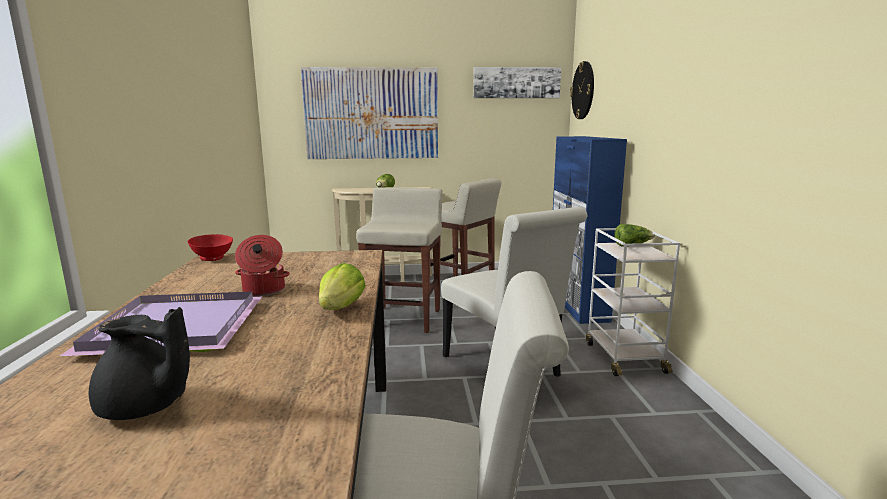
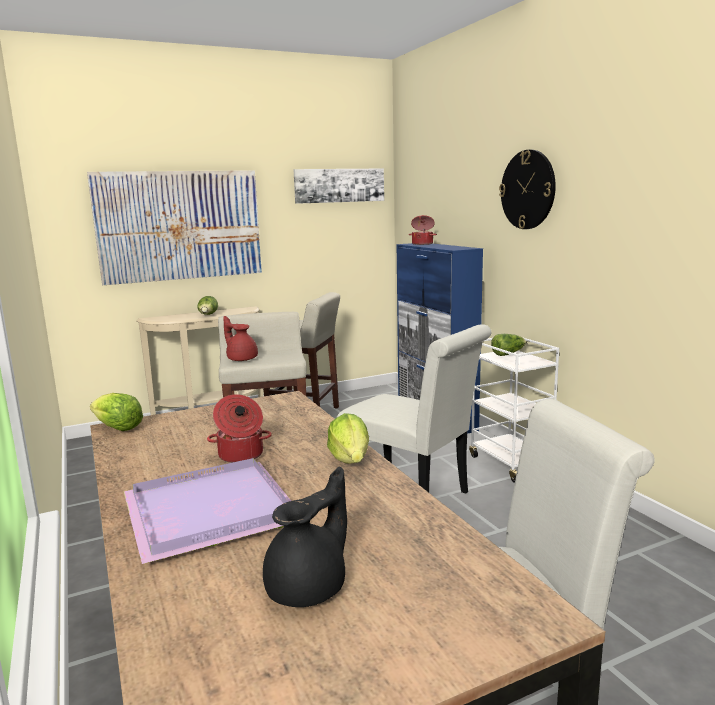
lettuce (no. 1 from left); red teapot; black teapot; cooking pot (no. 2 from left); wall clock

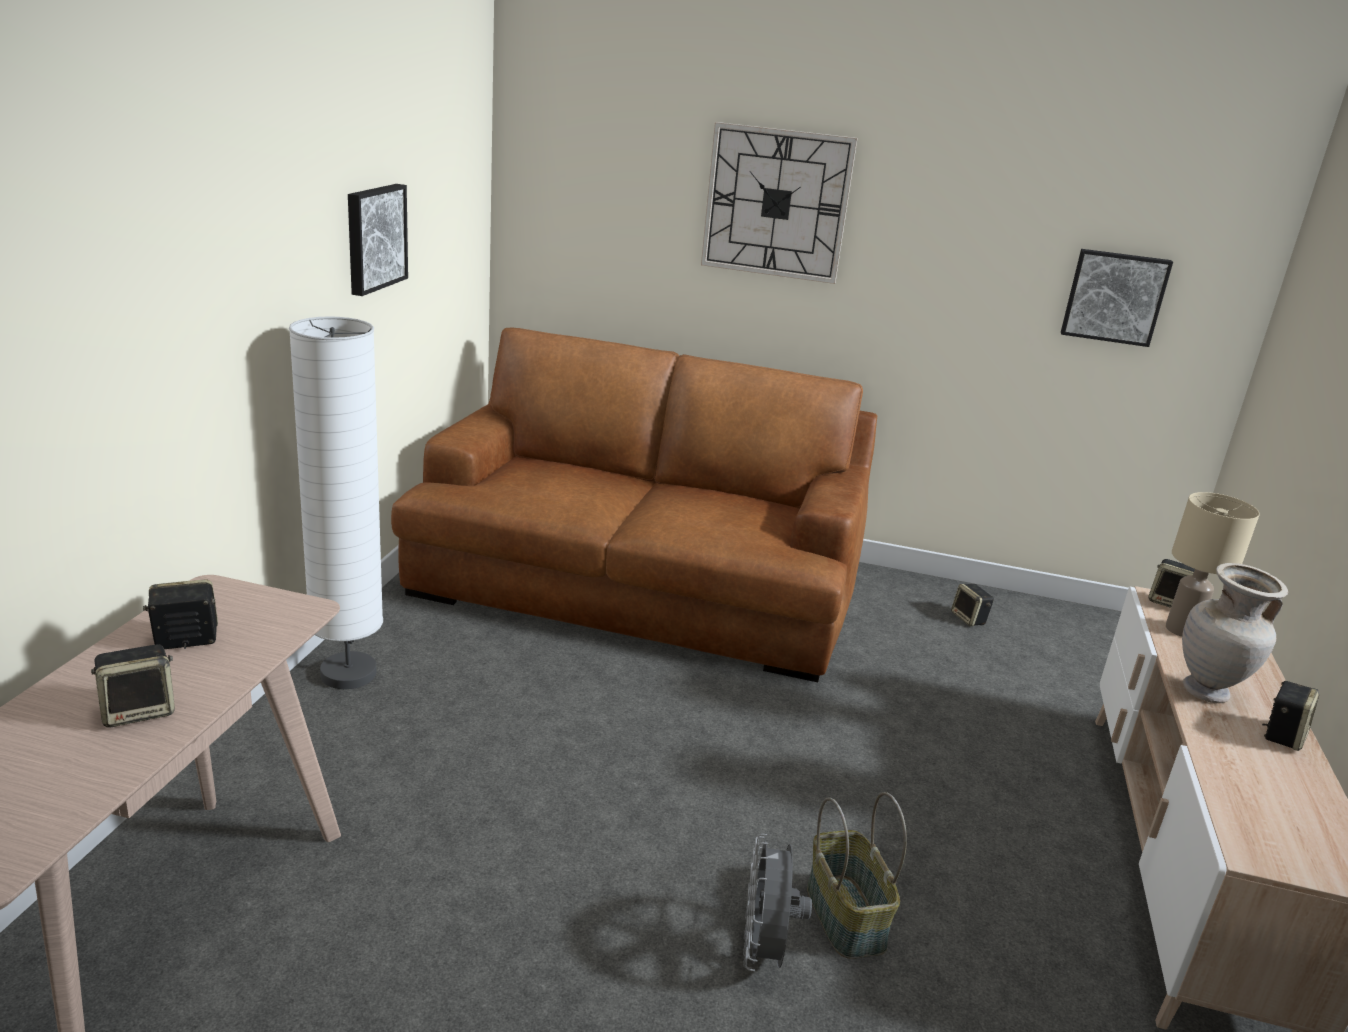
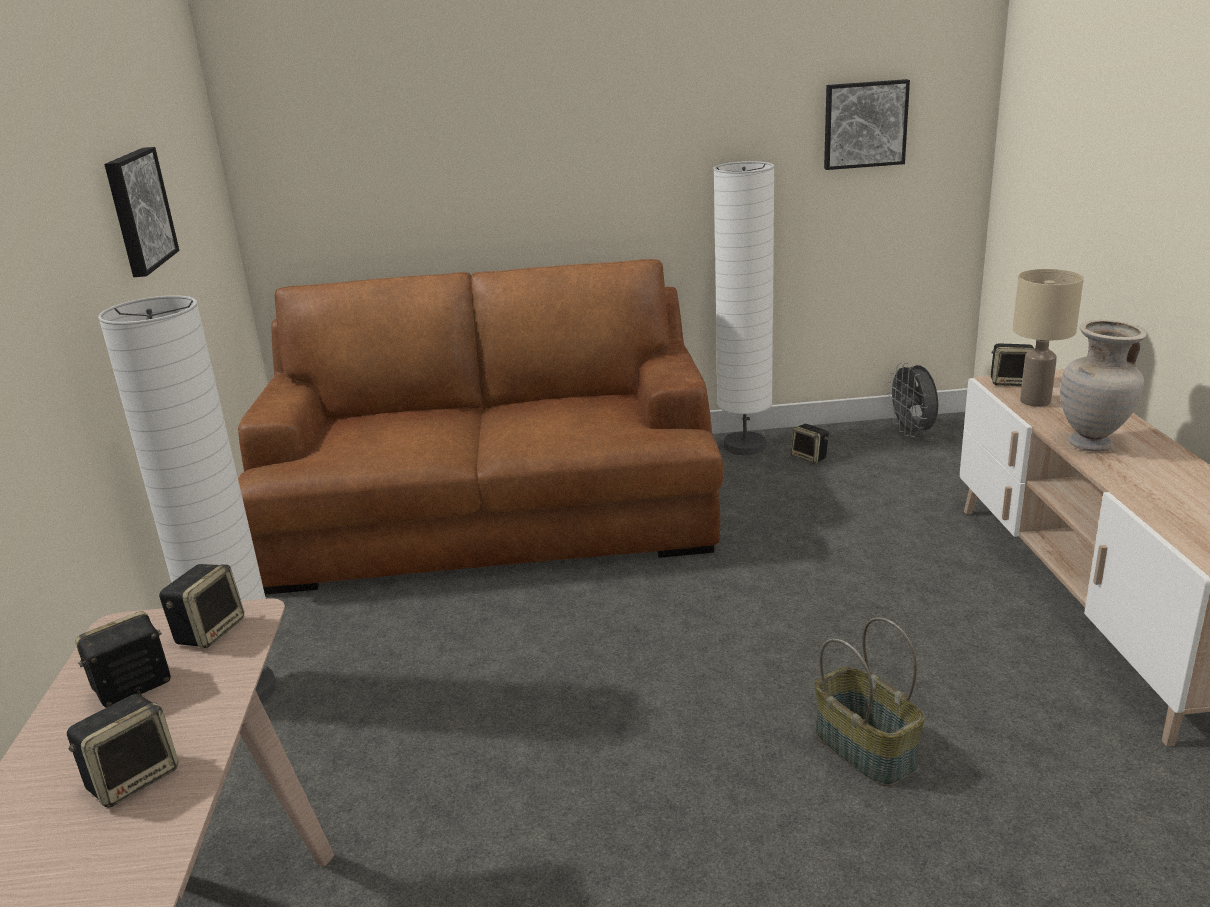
speaker (no. 3 from left); white floor lamp (no. 2 from left); grey fan; wall clock

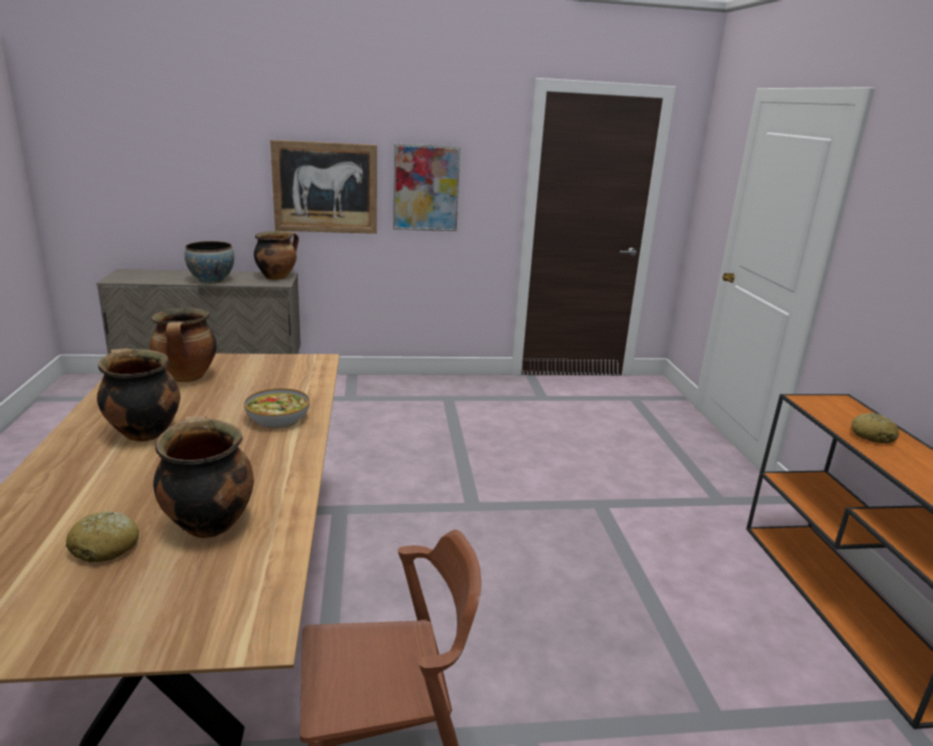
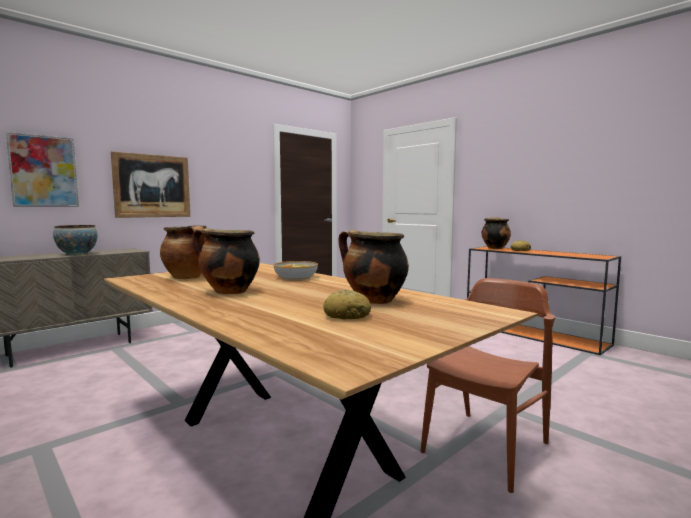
picture (no. 1 from left); cooking pot (no. 4 from left)

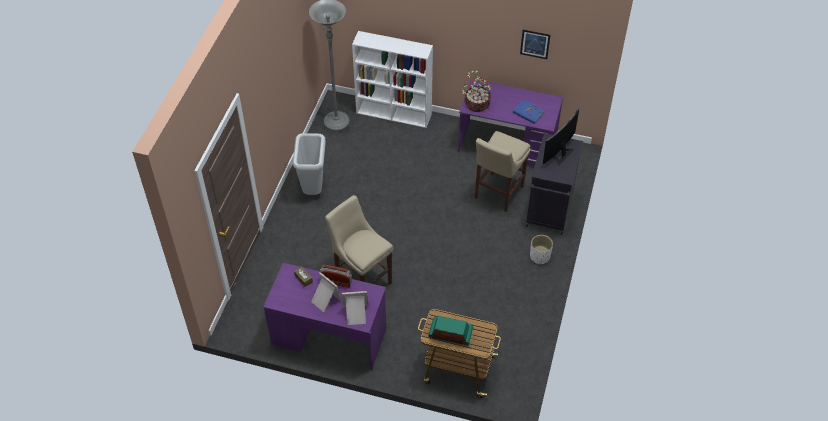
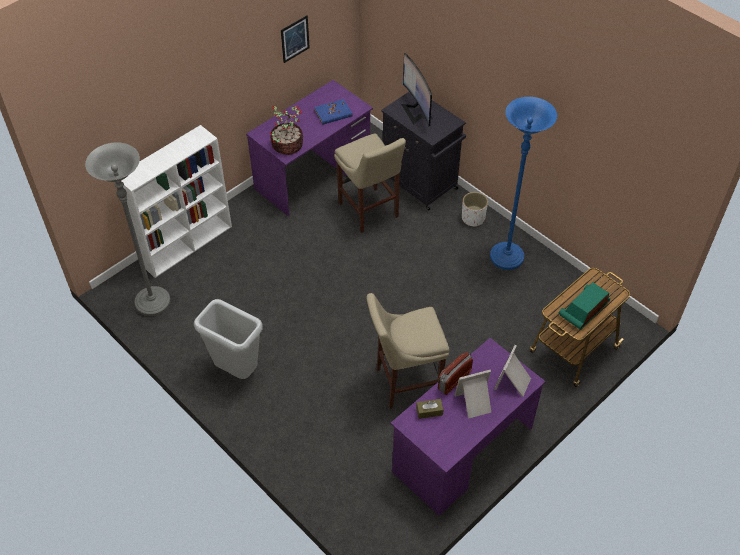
blue floor lamp

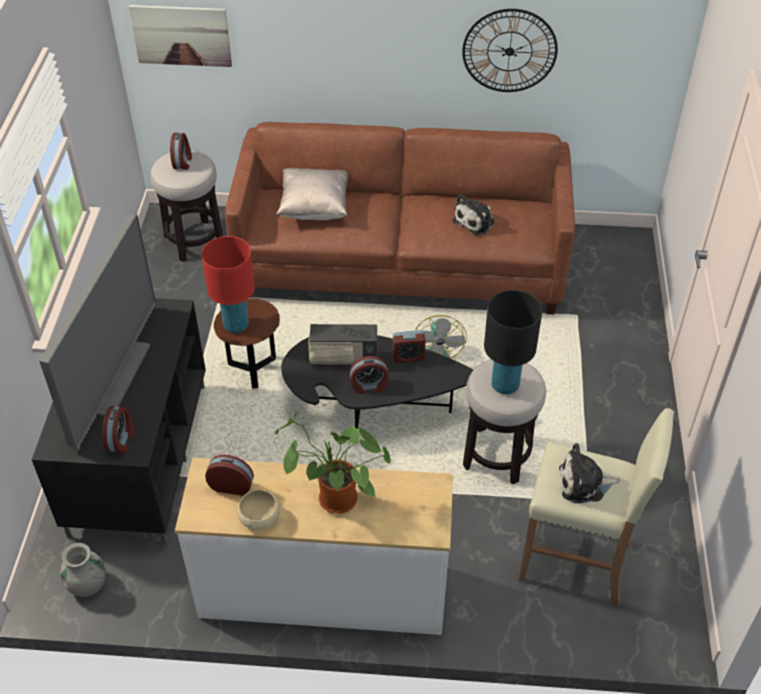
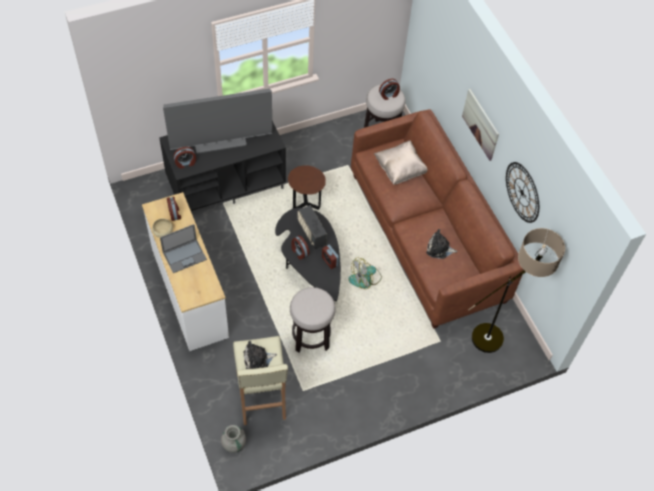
laptop; grey vase; plush toy (no. 1 from left); picture; floor lamp; red table lamp; black table lamp

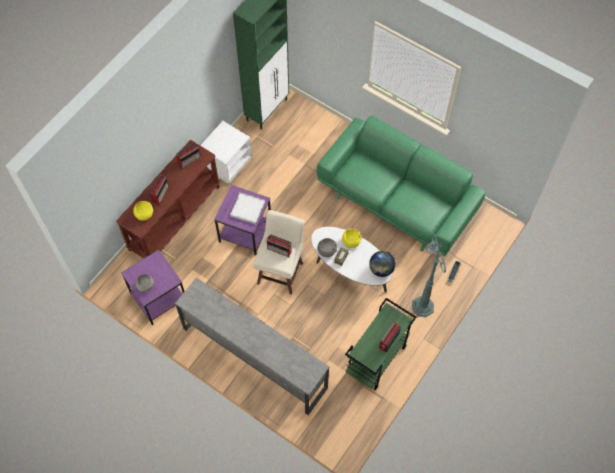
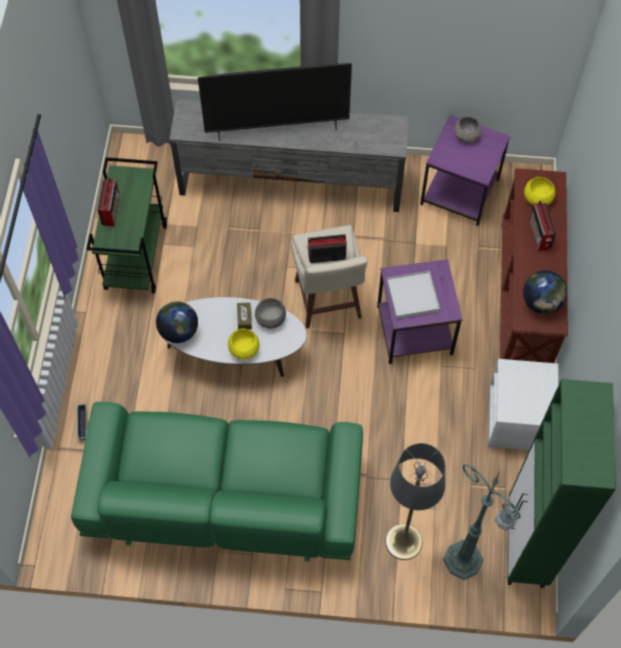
television; grey floor lamp; green floor lamp; globe (no. 2 from left)

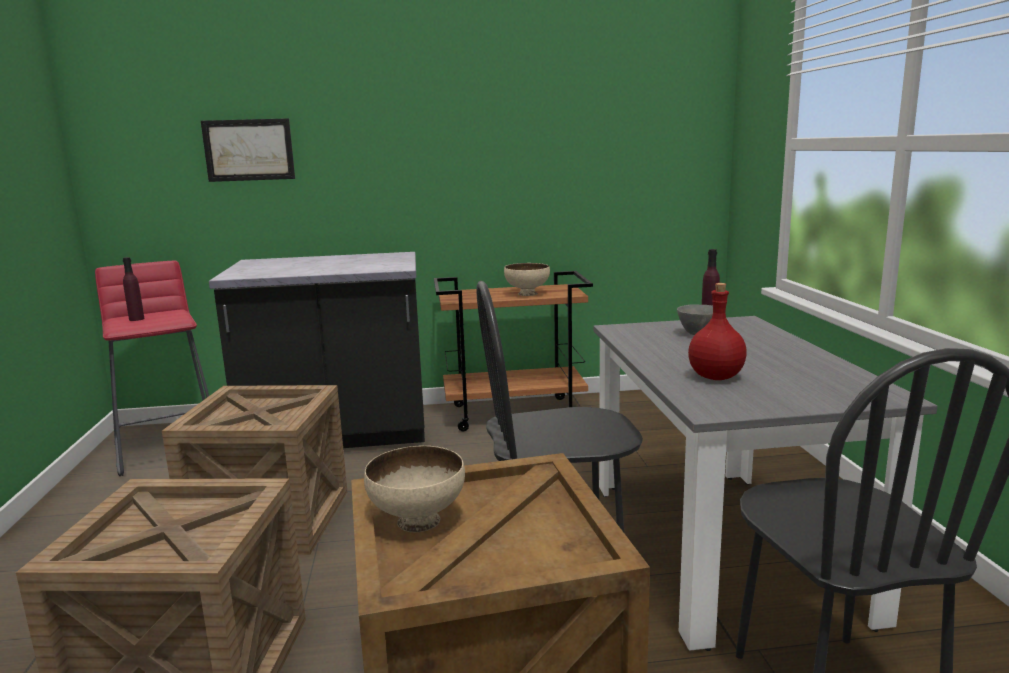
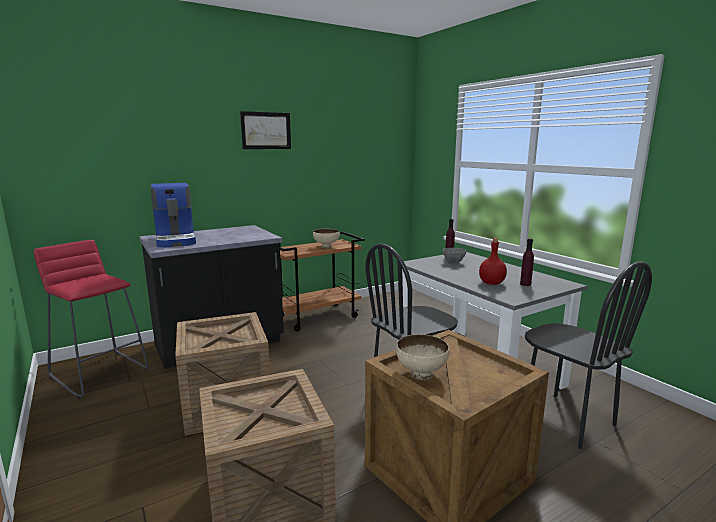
coffee machine; picture; purple bottle (no. 2 from left)

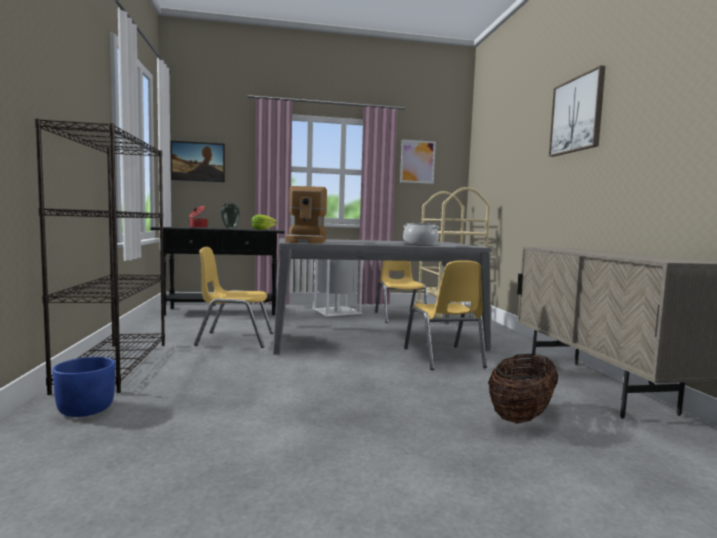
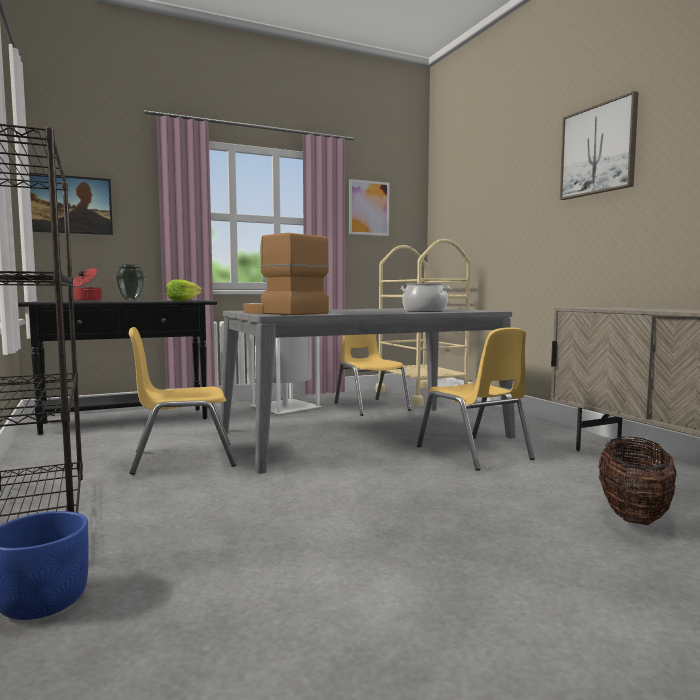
coffee machine

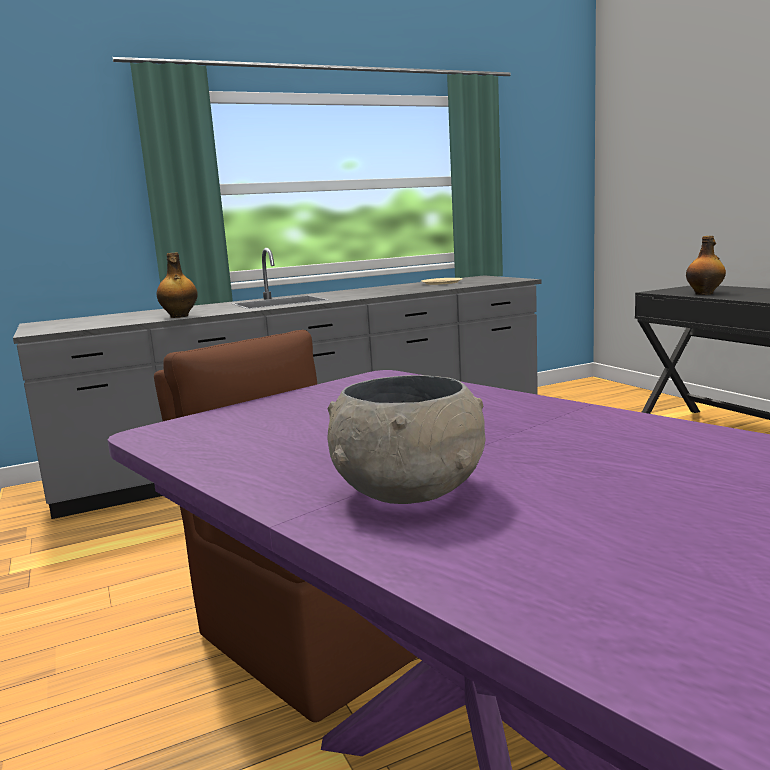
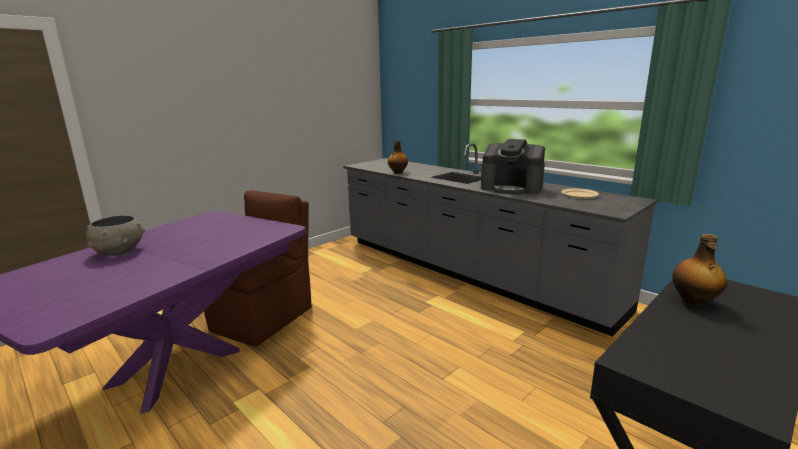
coffee machine

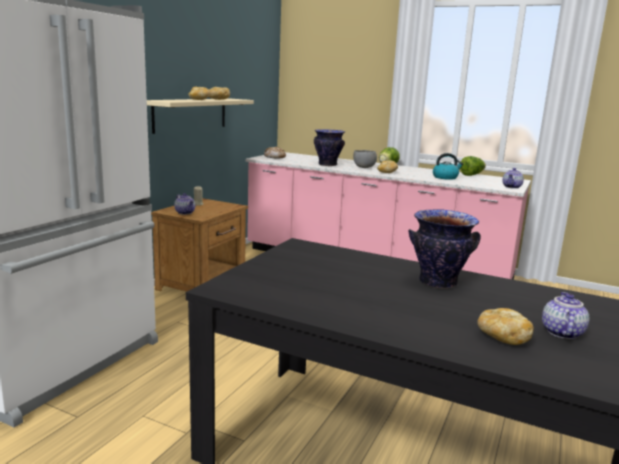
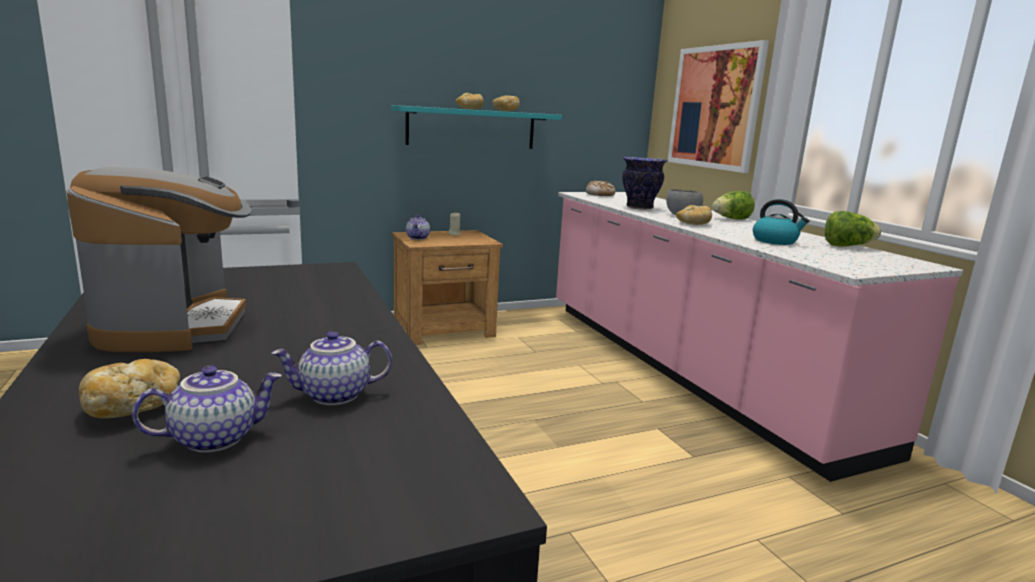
coffee machine; teapot (no. 2 from left); turquoise shelf; picture; vase (no. 2 from left in the first image)

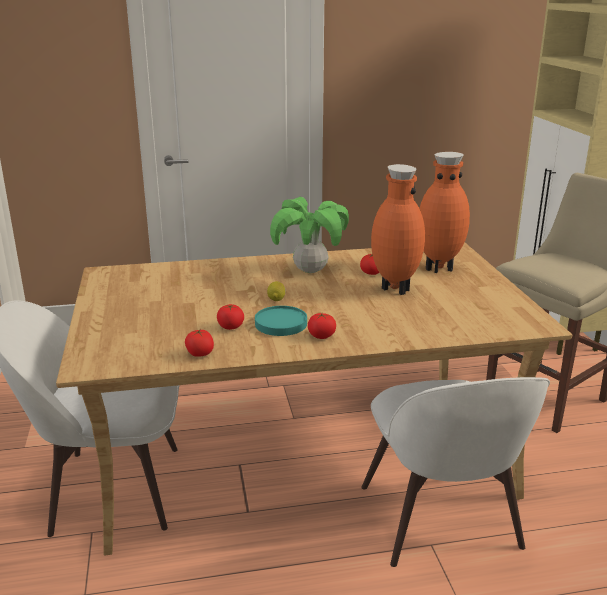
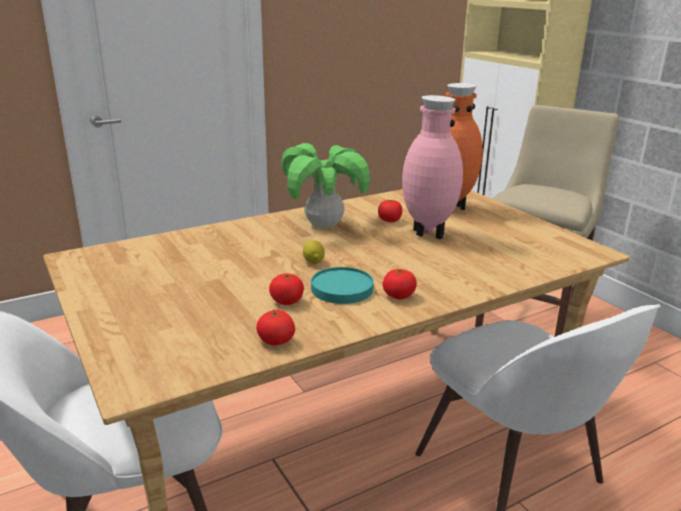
pink vase

